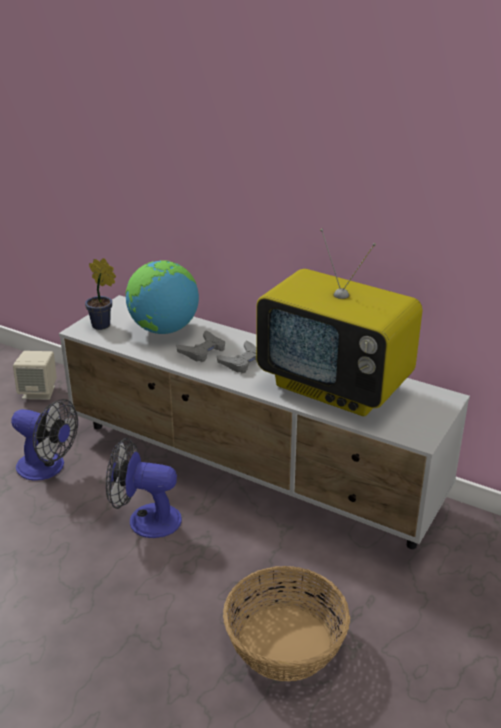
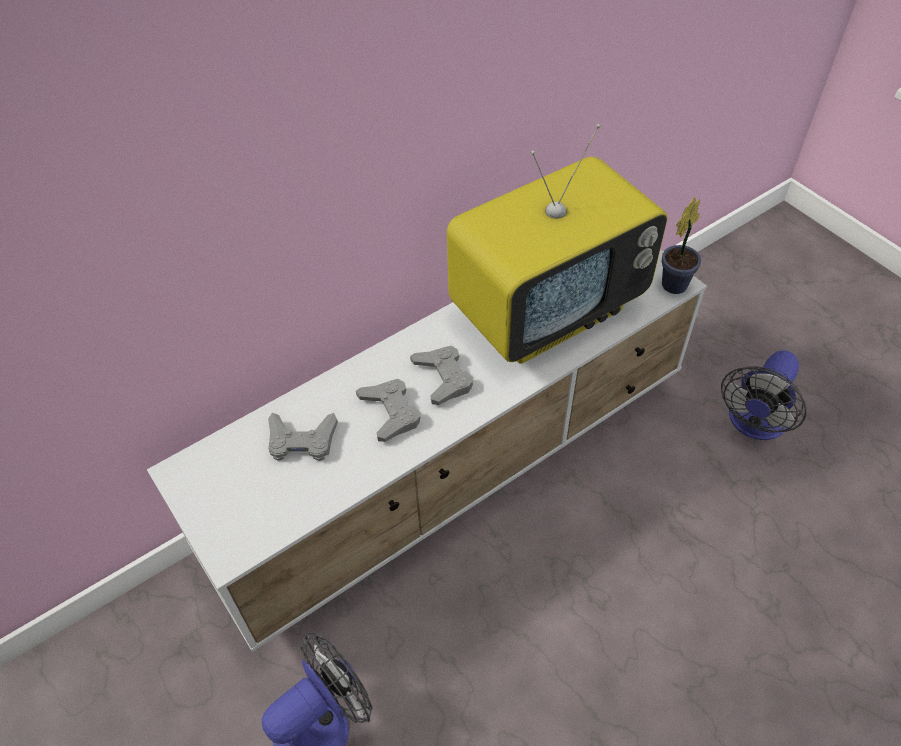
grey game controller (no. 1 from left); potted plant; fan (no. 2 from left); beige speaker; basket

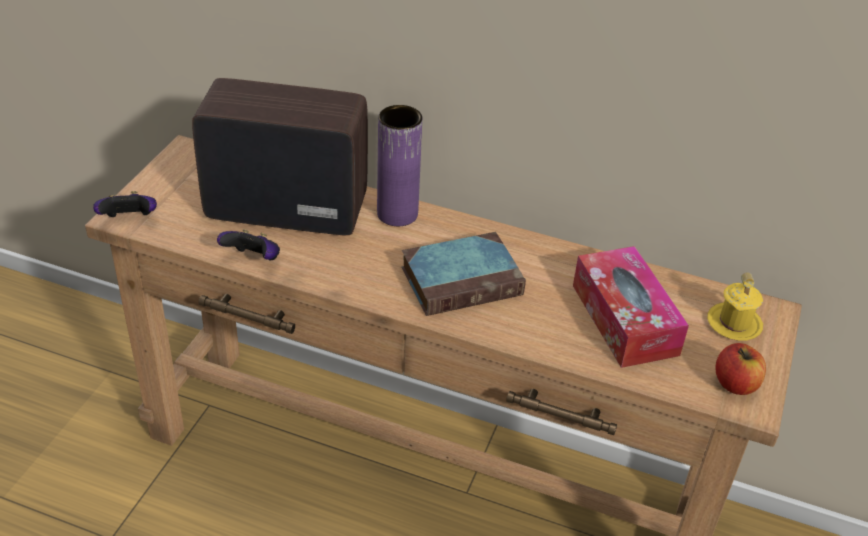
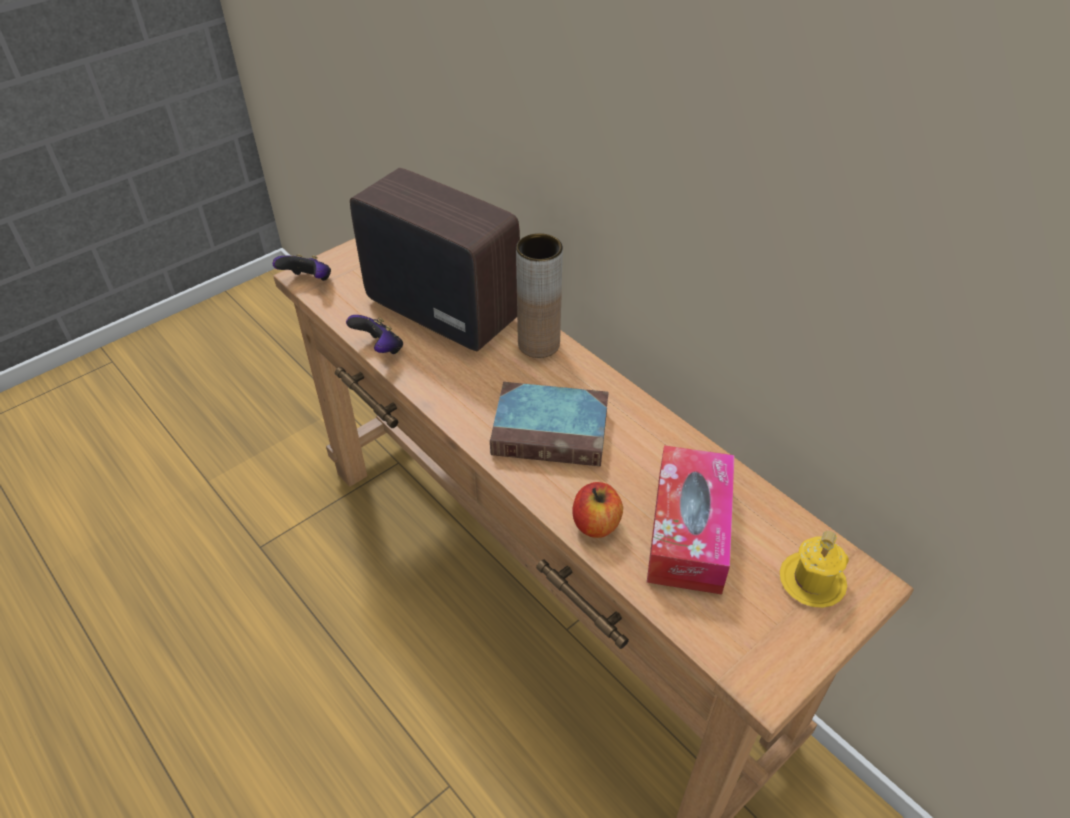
brown vase; apple

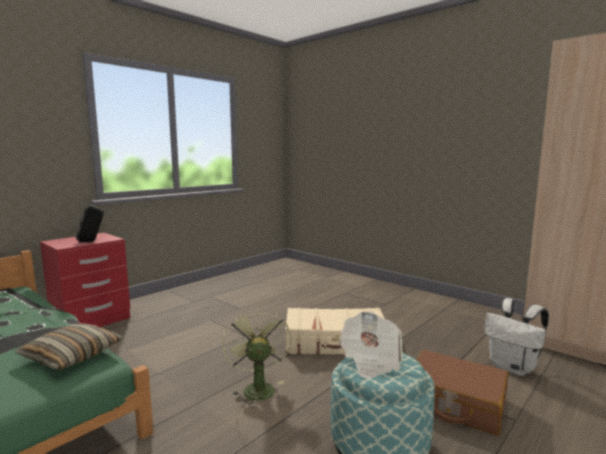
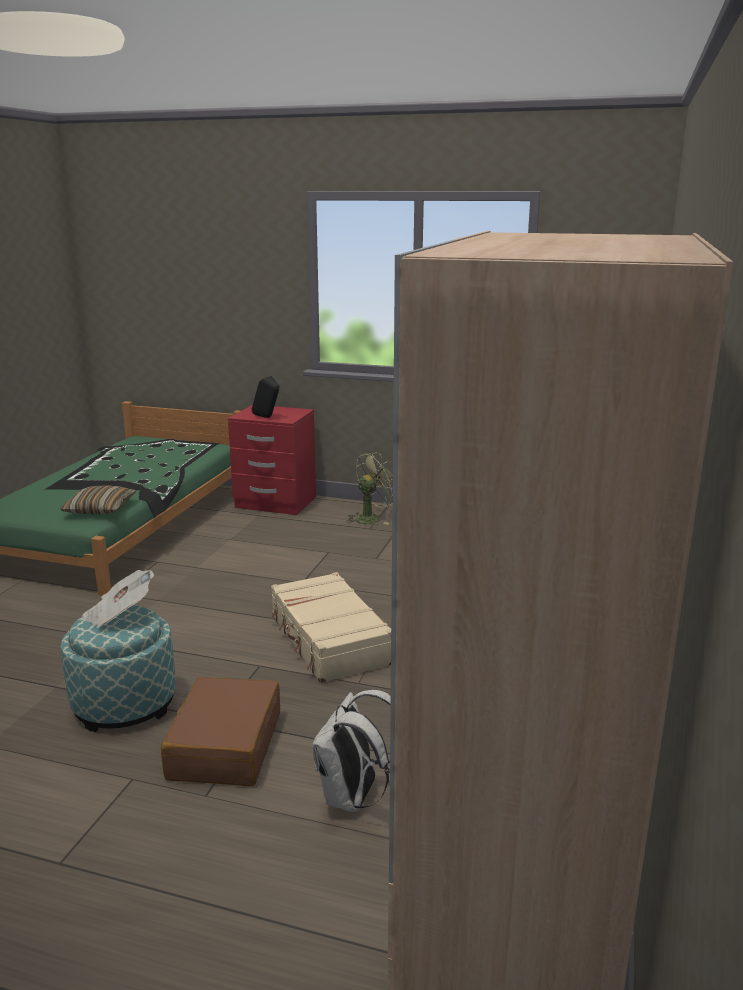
green fan

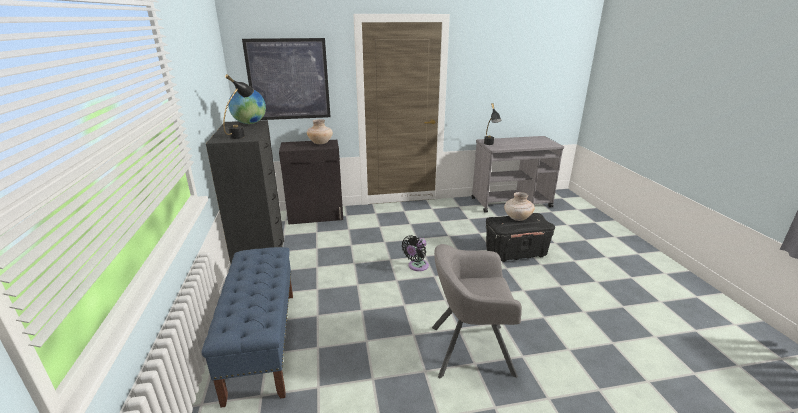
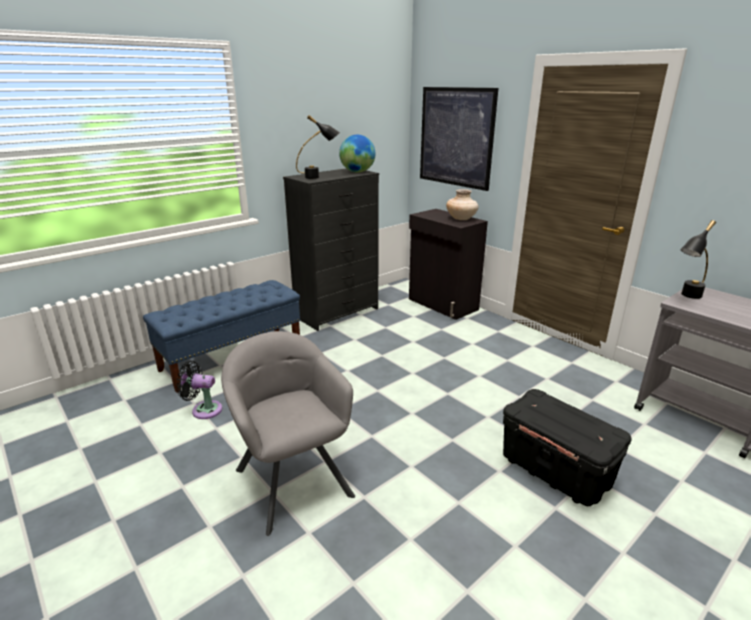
black fan; beige vase (no. 2 from left in the first image)

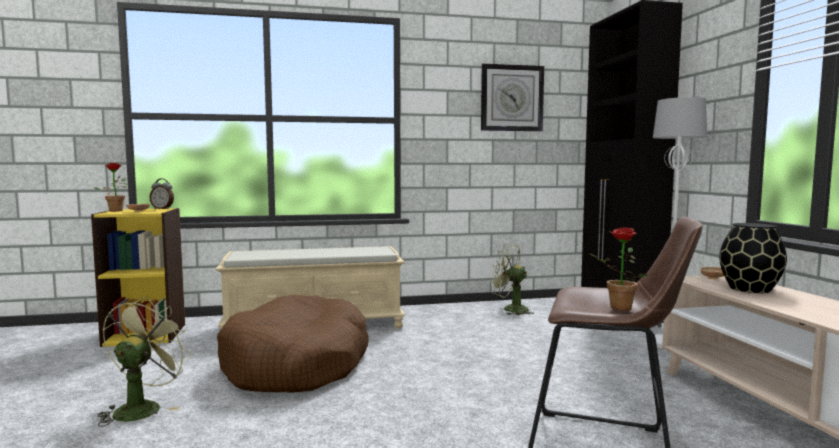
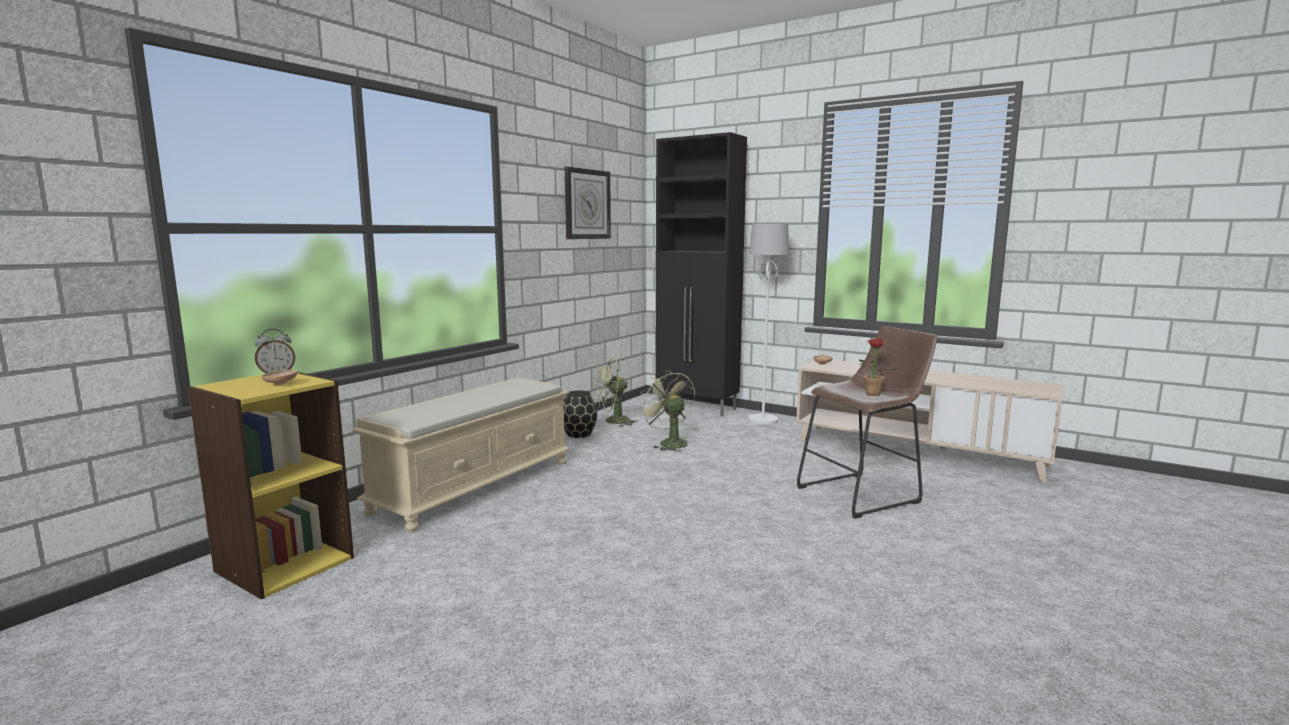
black vase; green fan (no. 2 from left); potted plant (no. 1 from left in the first image); brown dog bed

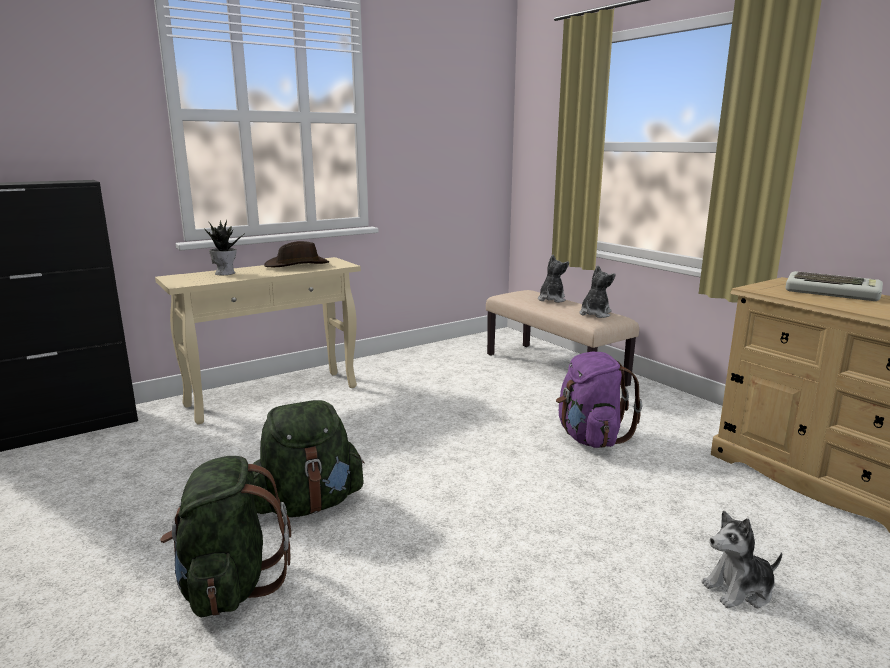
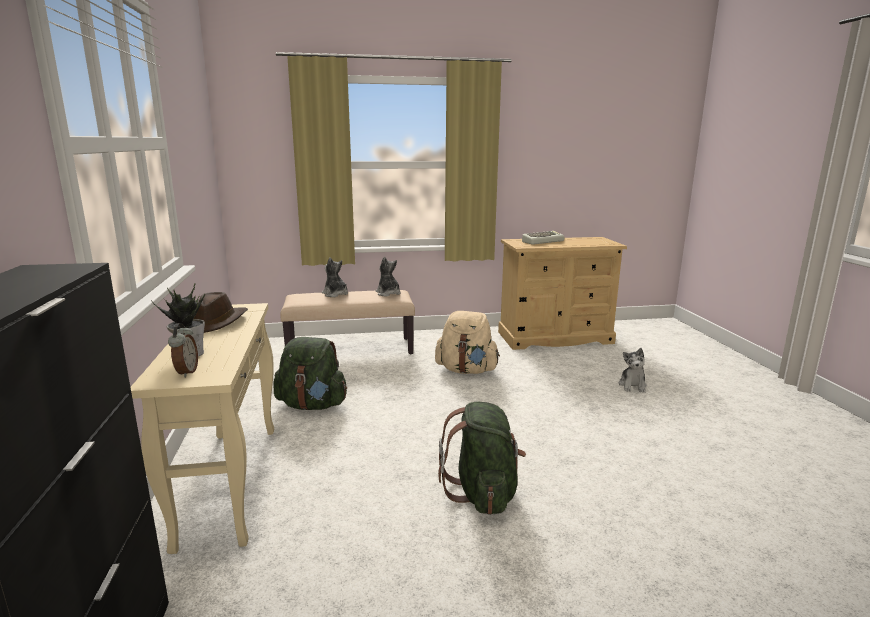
alarm clock; green backpack (no. 1 from left); beige backpack

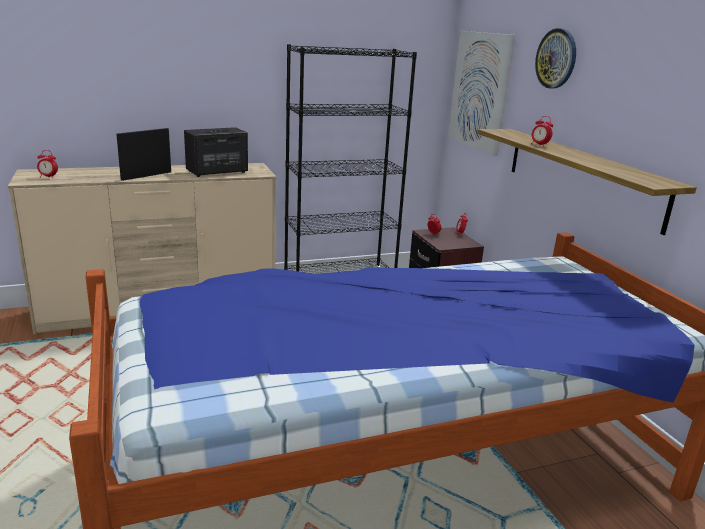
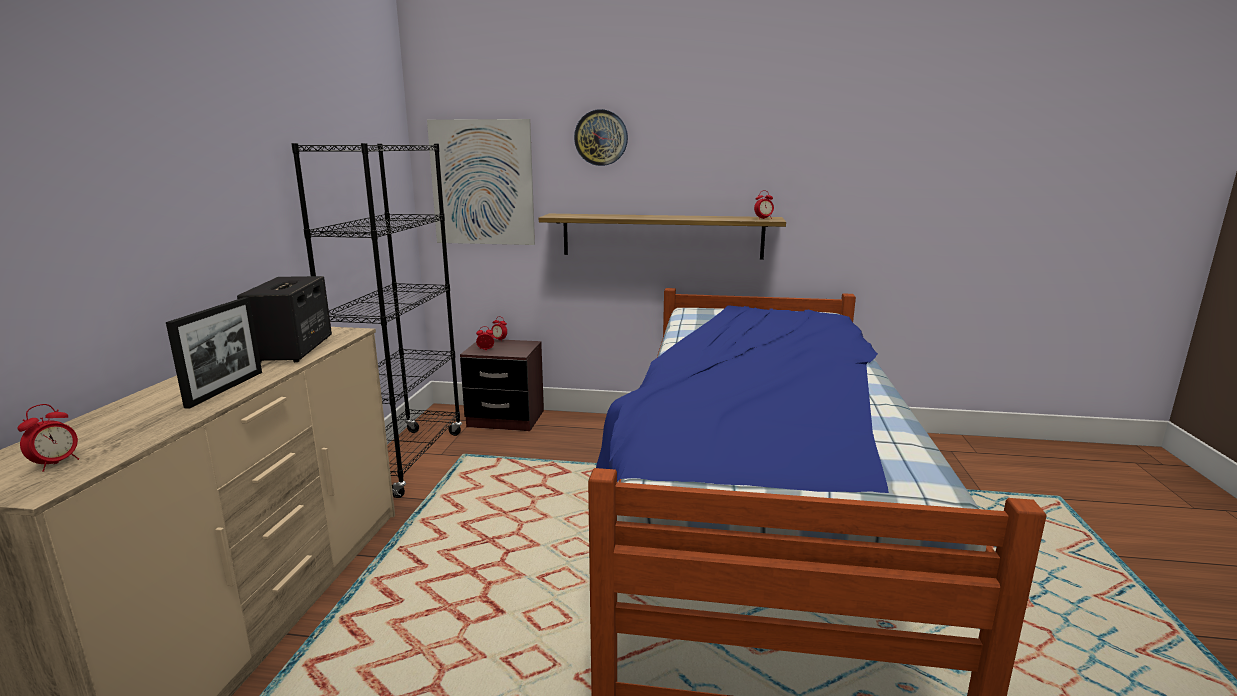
picture frame; alarm clock (no. 4 from left)

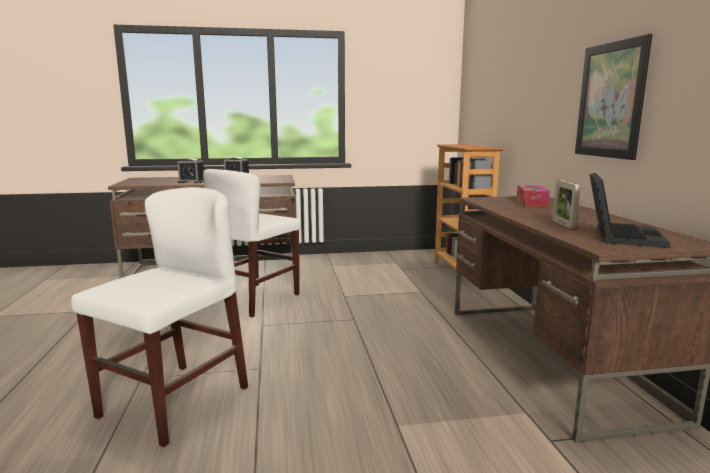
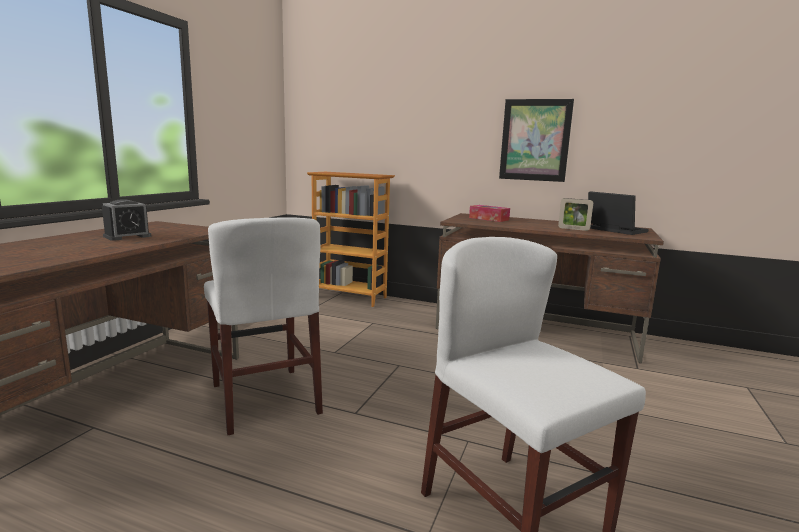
alarm clock (no. 1 from left in the first image)

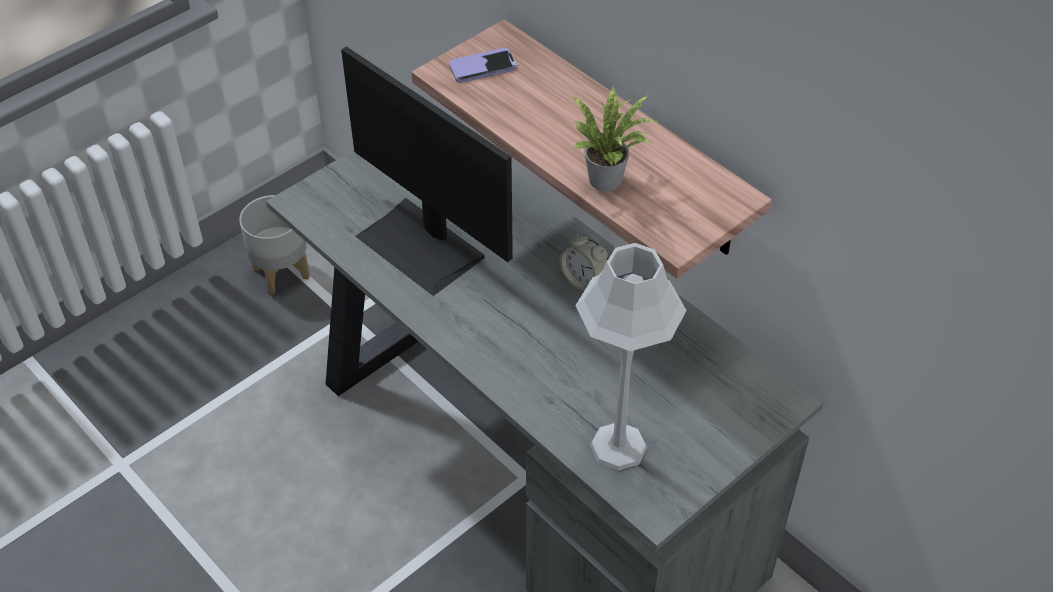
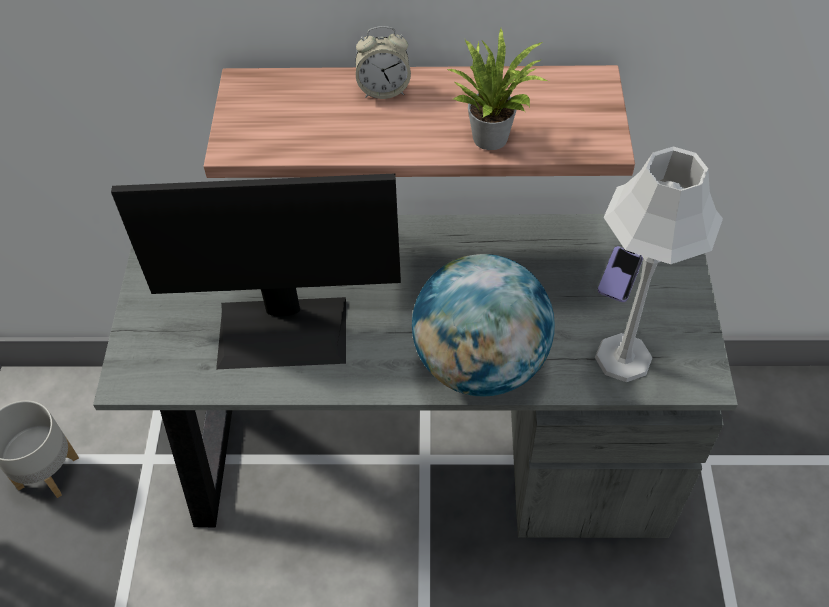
alarm clock; globe; phone

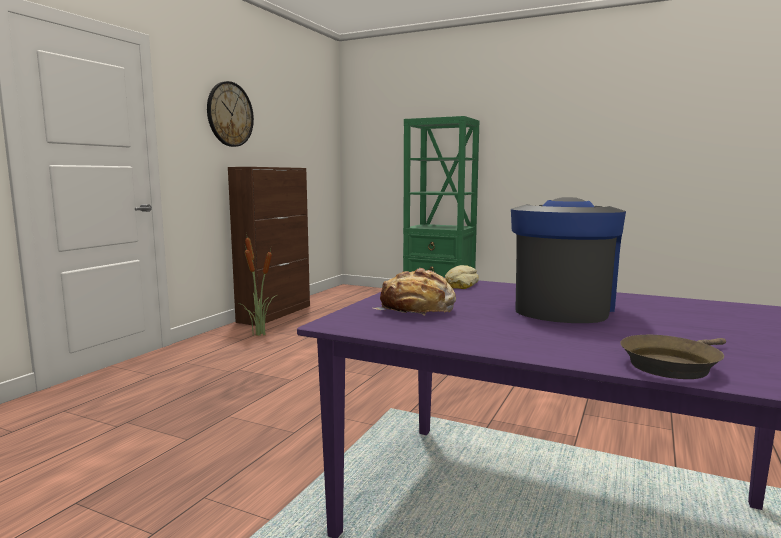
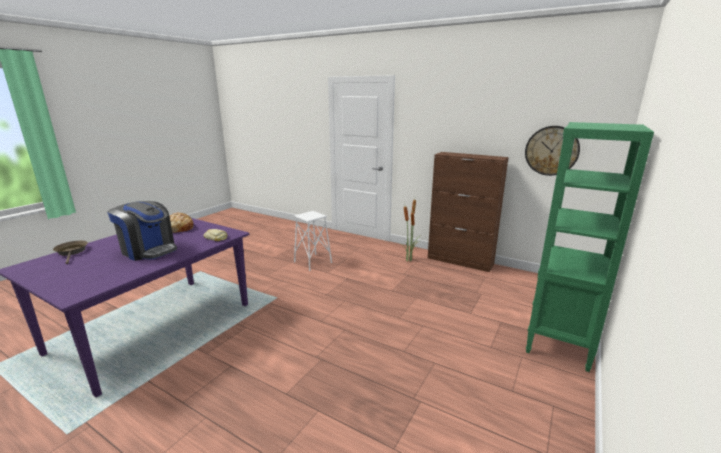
white stool; wall clock

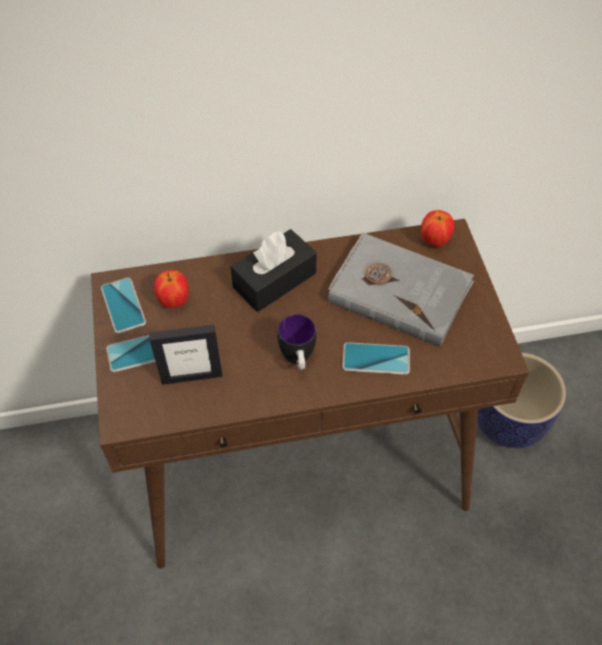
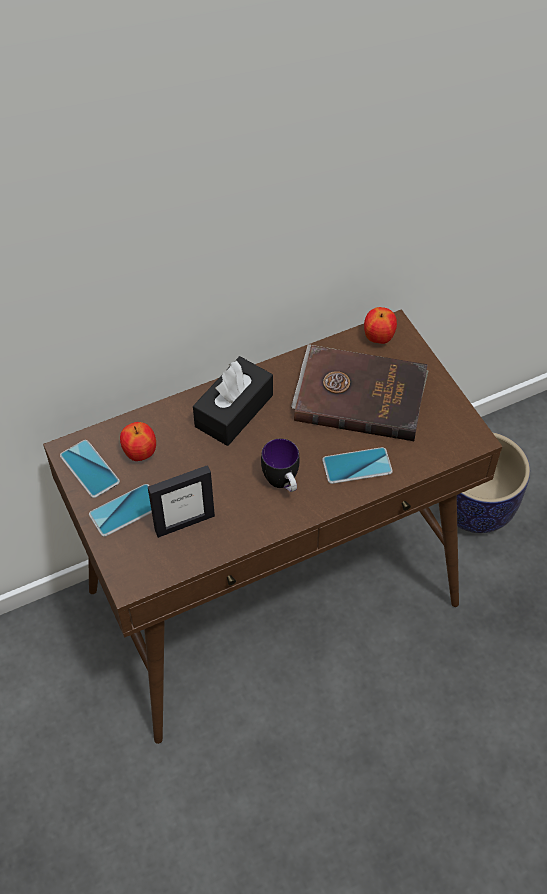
brown book

